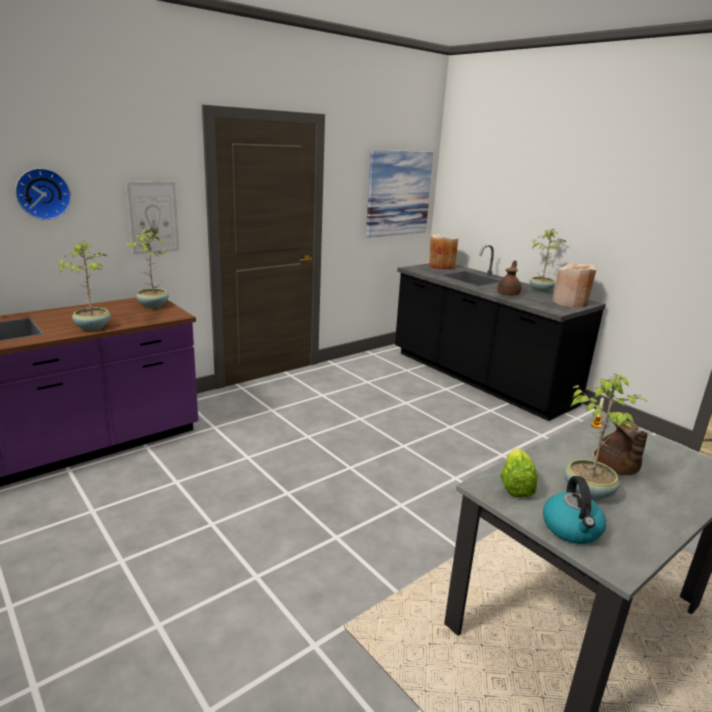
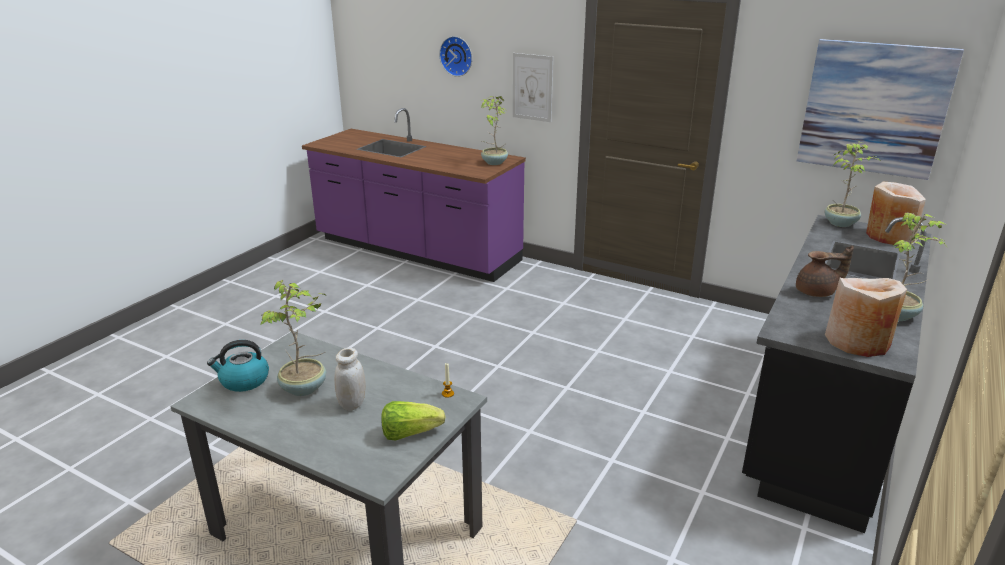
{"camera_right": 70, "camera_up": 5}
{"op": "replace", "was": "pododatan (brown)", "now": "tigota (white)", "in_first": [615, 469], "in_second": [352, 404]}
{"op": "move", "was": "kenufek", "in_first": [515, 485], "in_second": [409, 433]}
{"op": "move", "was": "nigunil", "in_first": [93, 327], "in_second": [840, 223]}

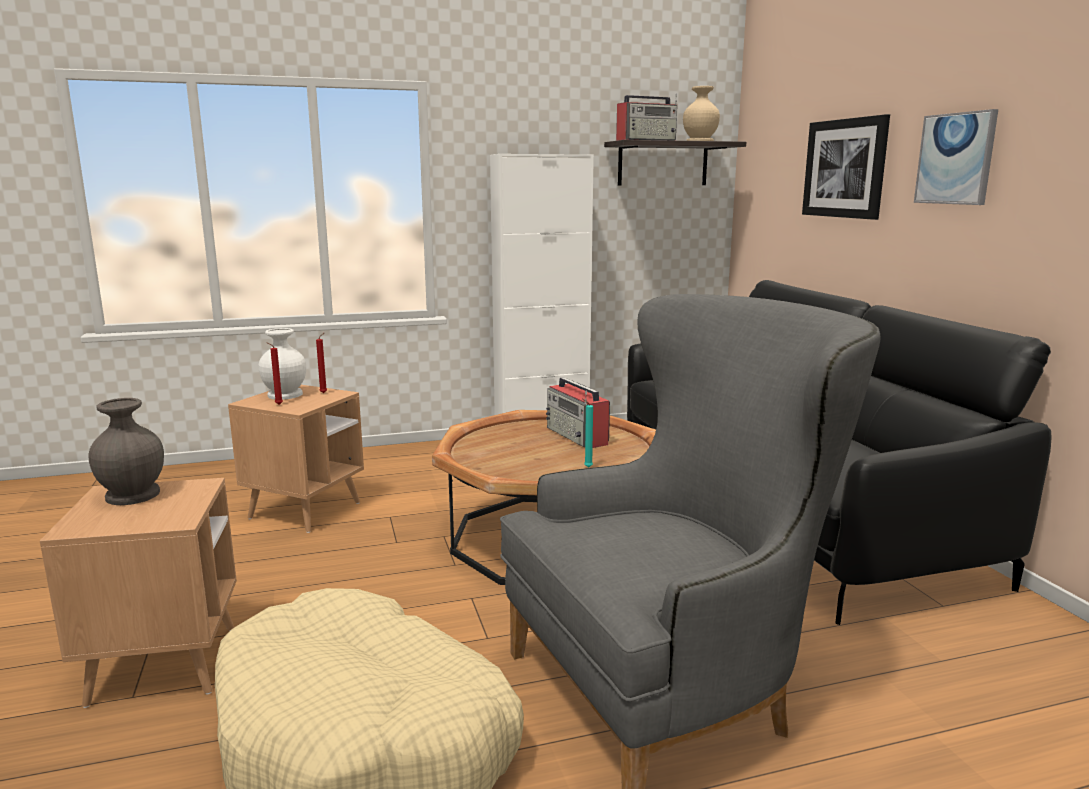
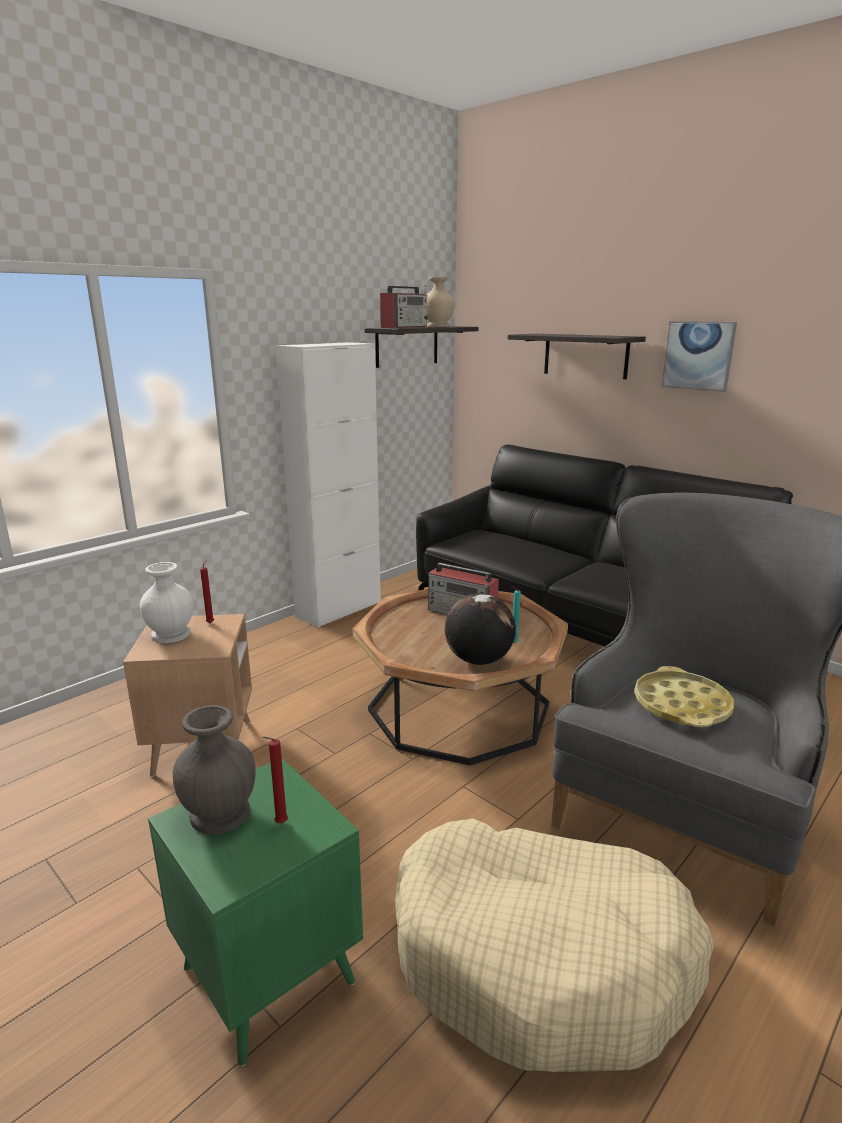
{"camera_right": -30, "camera_up": 5}
{"op": "recolor", "was": "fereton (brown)", "now": "fereton (green)", "in_first": [164, 664], "in_second": [268, 975]}
{"op": "move", "was": "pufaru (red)", "in_first": [277, 404], "in_second": [279, 824]}
{"op": "insert", "now": "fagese", "in_second": [478, 660]}
{"op": "replace", "was": "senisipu", "now": "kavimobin", "in_first": [845, 168], "in_second": [585, 355]}
{"op": "insert", "now": "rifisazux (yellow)", "in_second": [681, 705]}

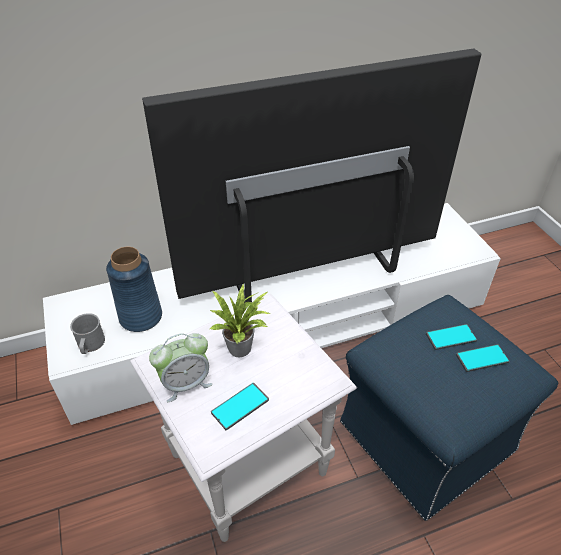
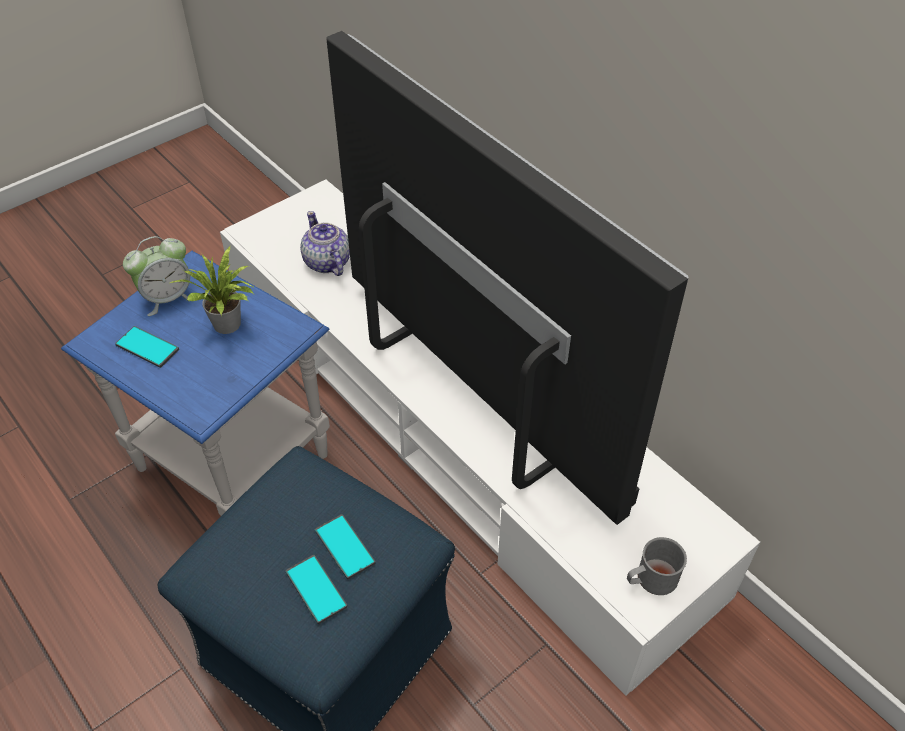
{"camera_right": 70, "camera_up": 5}
{"op": "recolor", "was": "fereton (white)", "now": "fereton (blue)", "in_first": [249, 462], "in_second": [234, 462]}
{"op": "rotate", "was": "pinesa", "in_first": [185, 383], "in_second": [168, 298], "clockwise": -75}
{"op": "replace", "was": "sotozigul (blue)", "now": "pododatan", "in_first": [141, 317], "in_second": [327, 262]}
{"op": "move", "was": "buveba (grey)", "in_first": [90, 345], "in_second": [651, 579]}

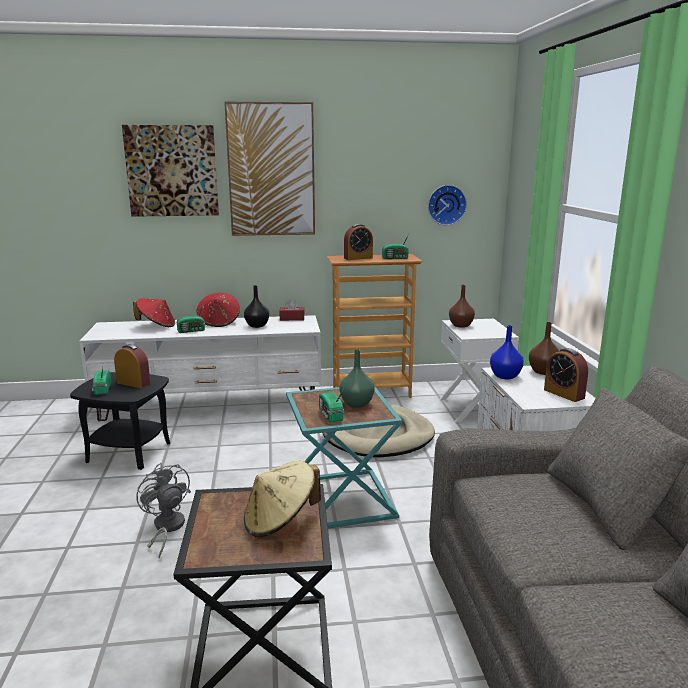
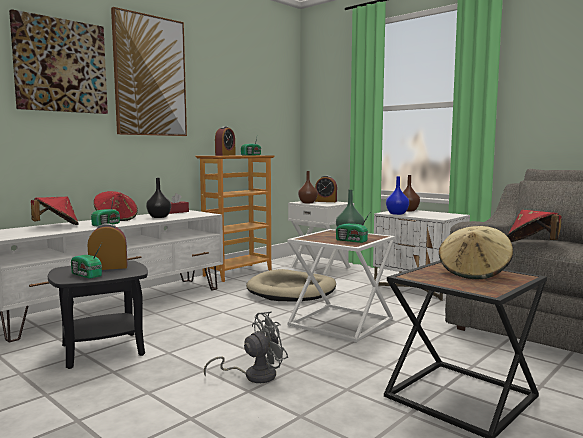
{"camera_right": -40, "camera_up": -10}
{"op": "rotate", "was": "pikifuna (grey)", "in_first": [166, 528], "in_second": [254, 376], "clockwise": 135}
{"op": "recolor", "was": "fereton (turquoise)", "now": "fereton (white)", "in_first": [343, 500], "in_second": [343, 322]}
{"op": "move", "was": "pinesa", "in_first": [564, 394], "in_second": [326, 201]}
{"op": "insert", "now": "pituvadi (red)", "in_second": [531, 245]}
{"op": "delete", "was": "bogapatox", "in_first": [446, 205]}

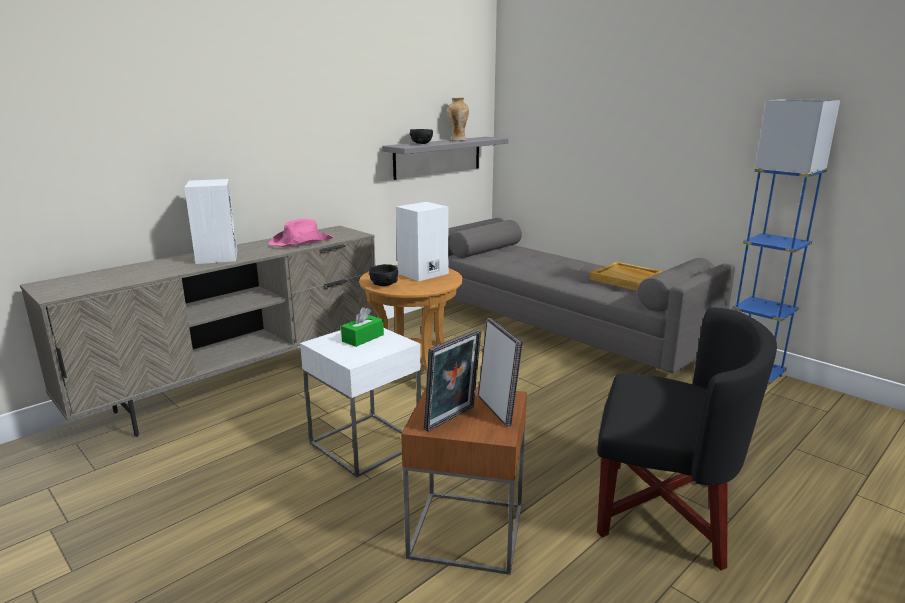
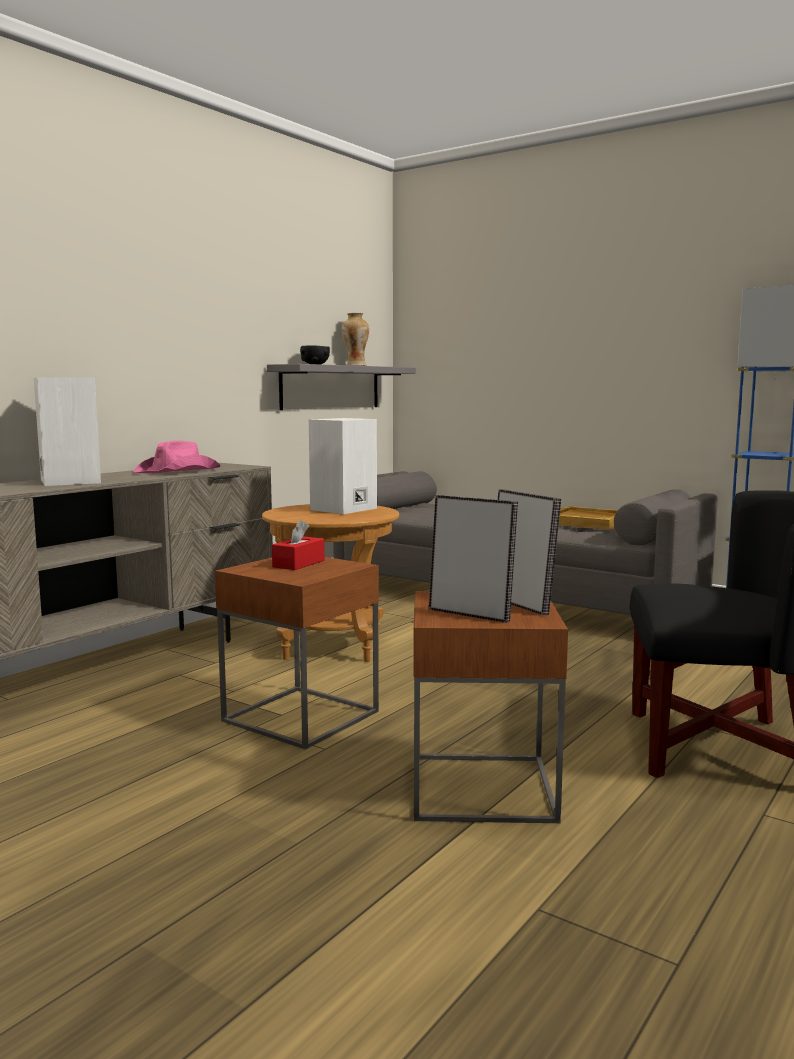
{"camera_right": -10, "camera_up": -10}
{"op": "recolor", "was": "fereton (white)", "now": "fereton (brown)", "in_first": [365, 443], "in_second": [301, 716]}
{"op": "recolor", "was": "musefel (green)", "now": "musefel (red)", "in_first": [363, 338], "in_second": [298, 564]}
{"op": "rotate", "was": "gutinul", "in_first": [452, 419], "in_second": [471, 614], "clockwise": -90}
{"op": "delete", "was": "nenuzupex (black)", "in_first": [384, 285]}

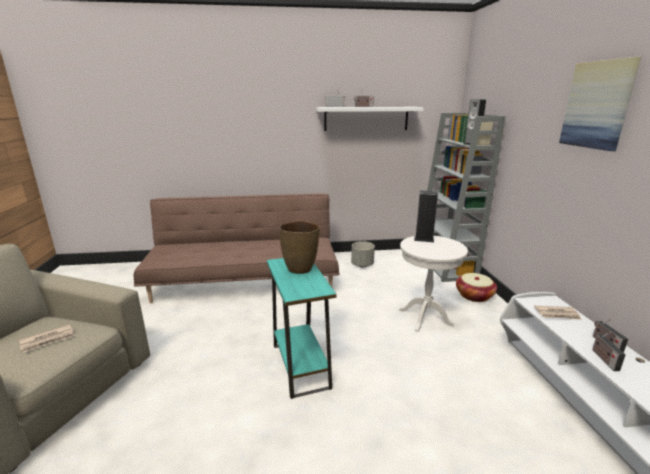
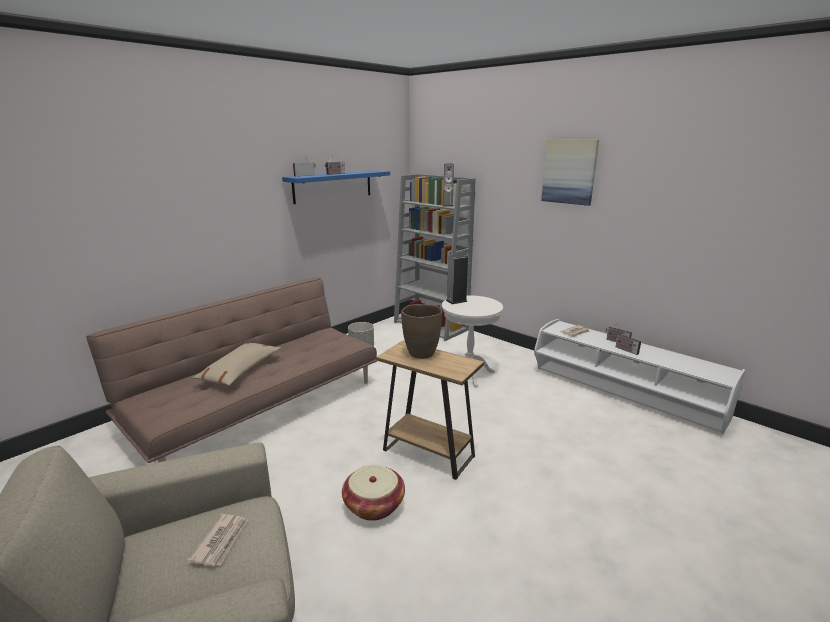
{"camera_right": -40, "camera_up": 0}
{"op": "insert", "now": "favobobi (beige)", "in_second": [240, 371]}
{"op": "recolor", "was": "kavimobin (white)", "now": "kavimobin (blue)", "in_first": [366, 118], "in_second": [333, 186]}
{"op": "move", "was": "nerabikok", "in_first": [474, 296], "in_second": [374, 505]}
{"op": "recolor", "was": "fereton (turquoise)", "now": "fereton (brown)", "in_first": [300, 366], "in_second": [428, 453]}

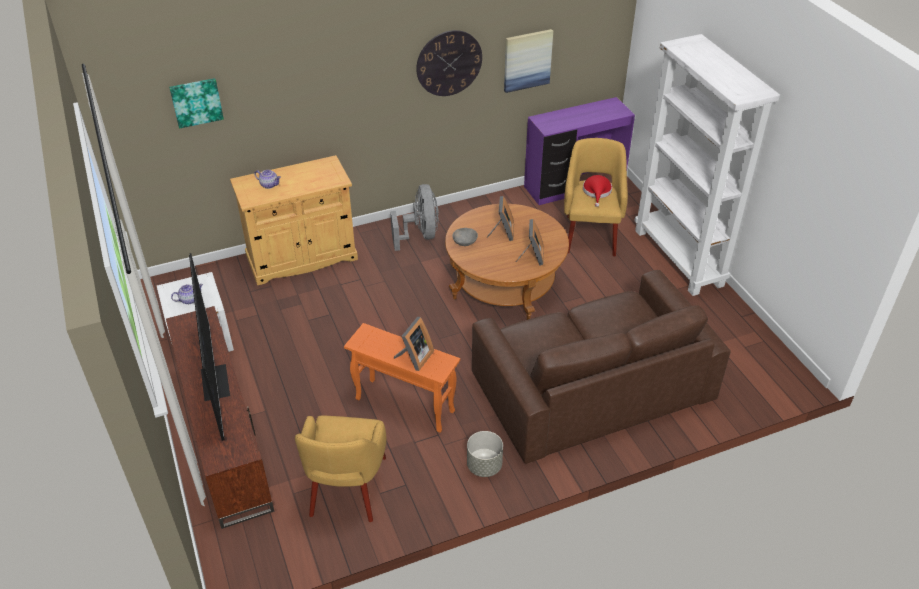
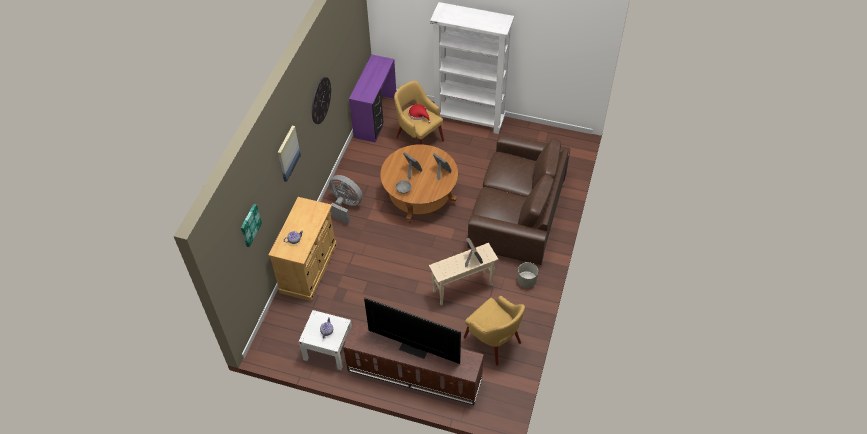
{"camera_right": -50, "camera_up": 10}
{"op": "move", "was": "senisipu", "in_first": [527, 60], "in_second": [288, 153]}
{"op": "recolor", "was": "fereton (orange)", "now": "fereton (beige)", "in_first": [404, 405], "in_second": [463, 288]}

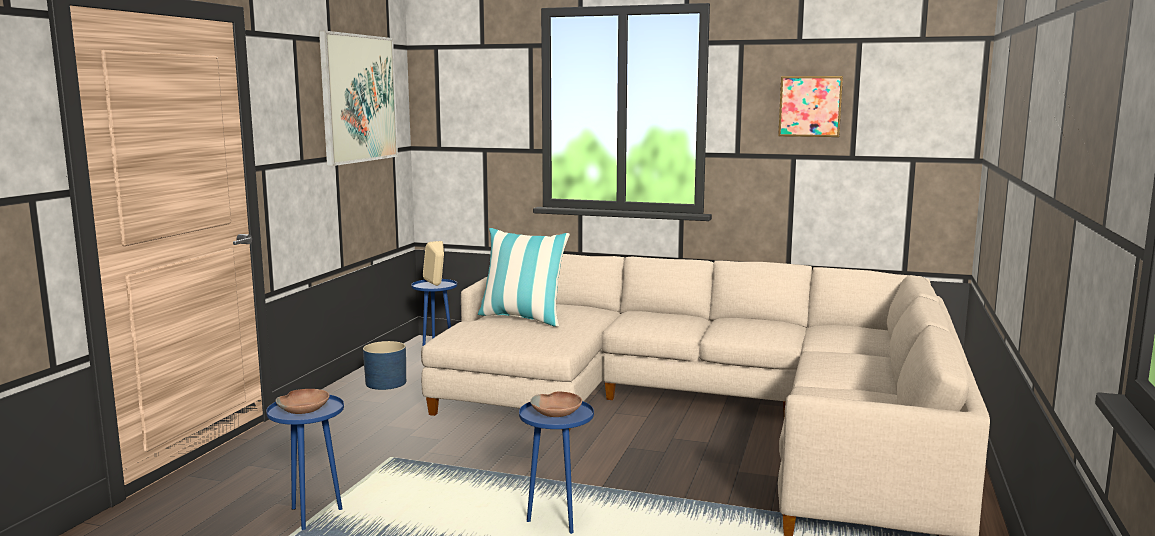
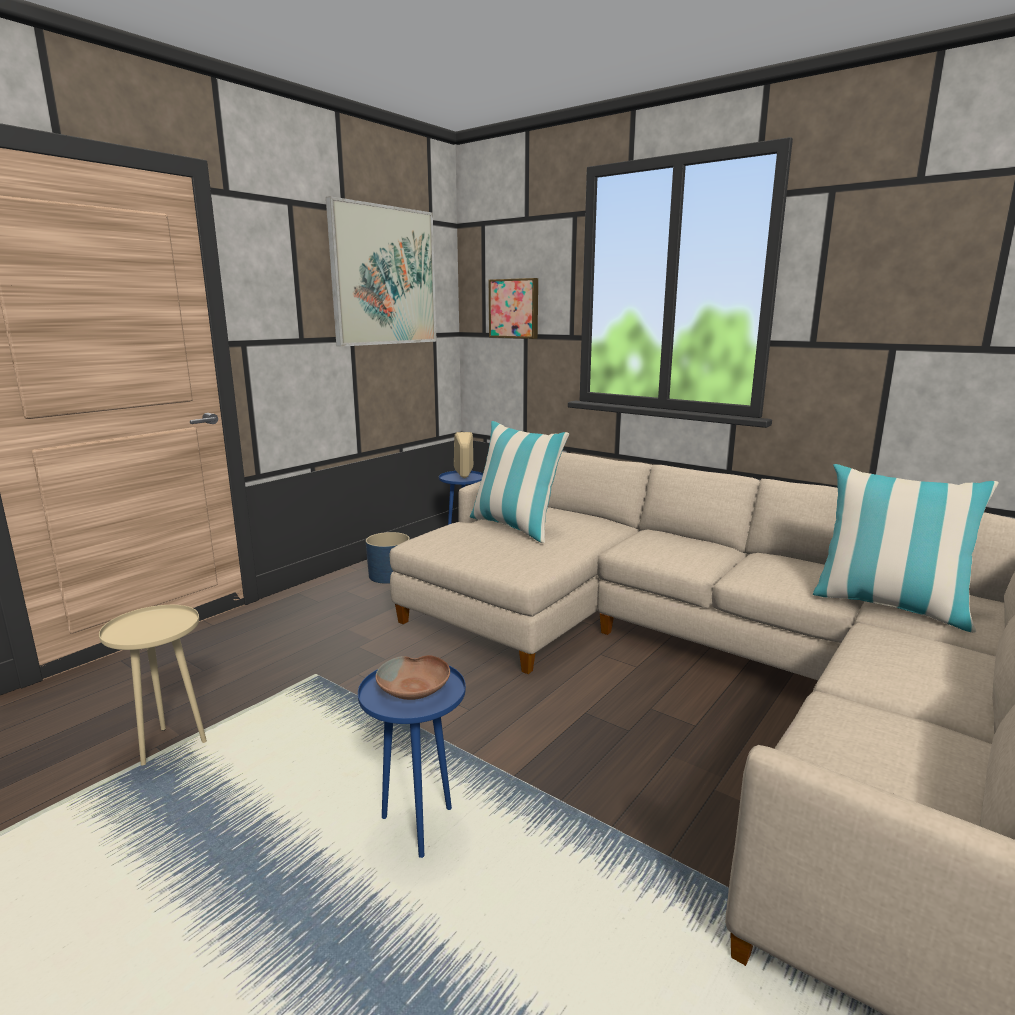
{"camera_right": 20, "camera_up": 5}
{"op": "recolor", "was": "fereton (blue)", "now": "fereton (beige)", "in_first": [312, 515], "in_second": [170, 745]}
{"op": "move", "was": "senisipu", "in_first": [810, 106], "in_second": [515, 308]}
{"op": "insert", "now": "favobobi", "in_second": [889, 606]}
{"op": "delete", "was": "nenuzupex (brown)", "in_first": [304, 408]}

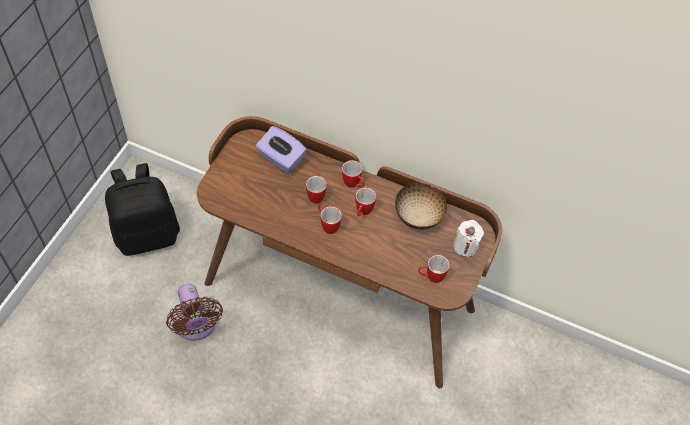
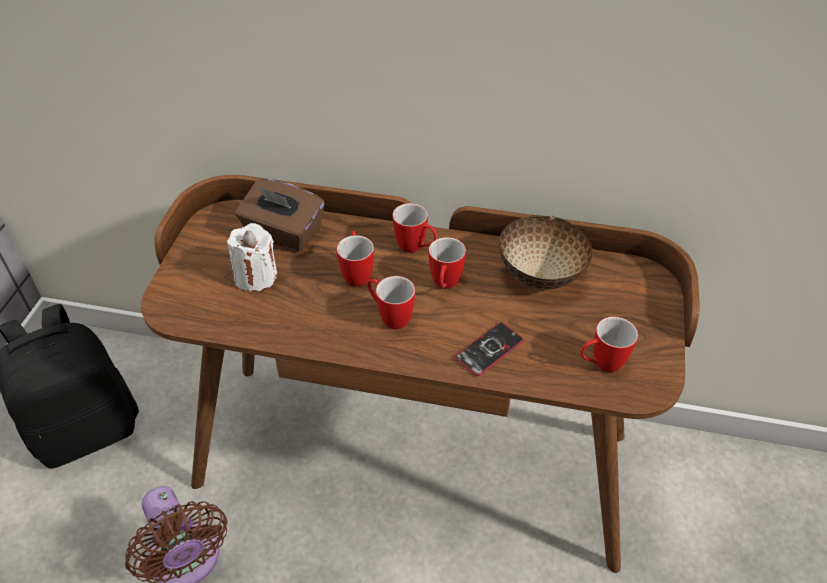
{"camera_right": -10, "camera_up": -10}
{"op": "move", "was": "pufaru (white)", "in_first": [466, 246], "in_second": [256, 277]}
{"op": "recolor", "was": "musefel (purple)", "now": "musefel (brown)", "in_first": [281, 159], "in_second": [283, 233]}
{"op": "insert", "now": "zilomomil", "in_second": [489, 350]}

